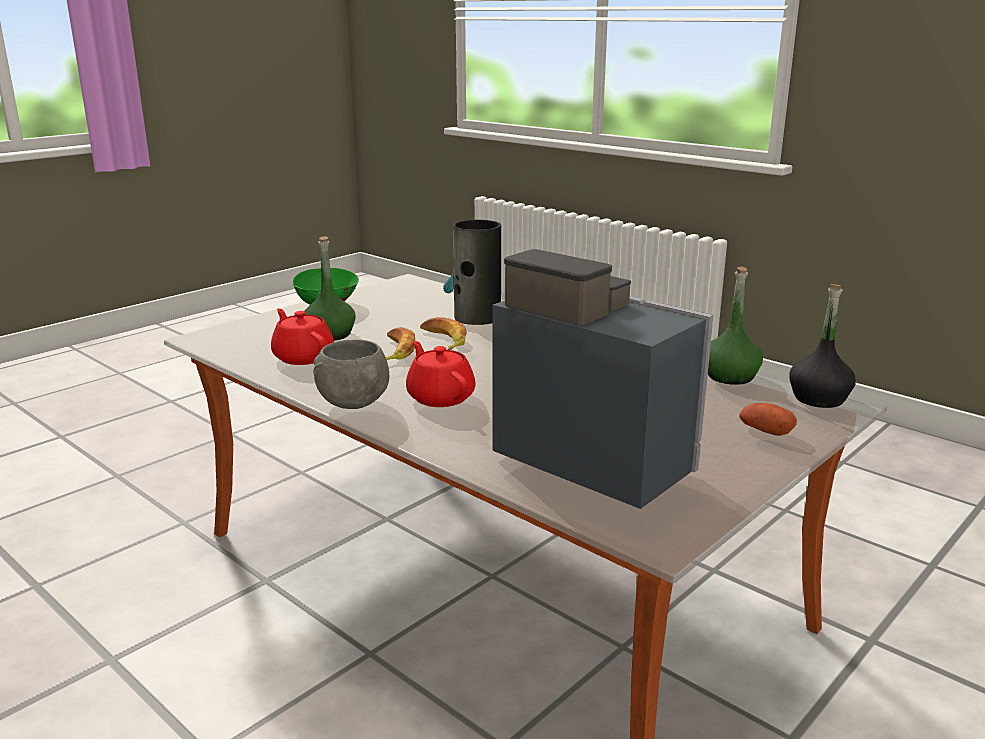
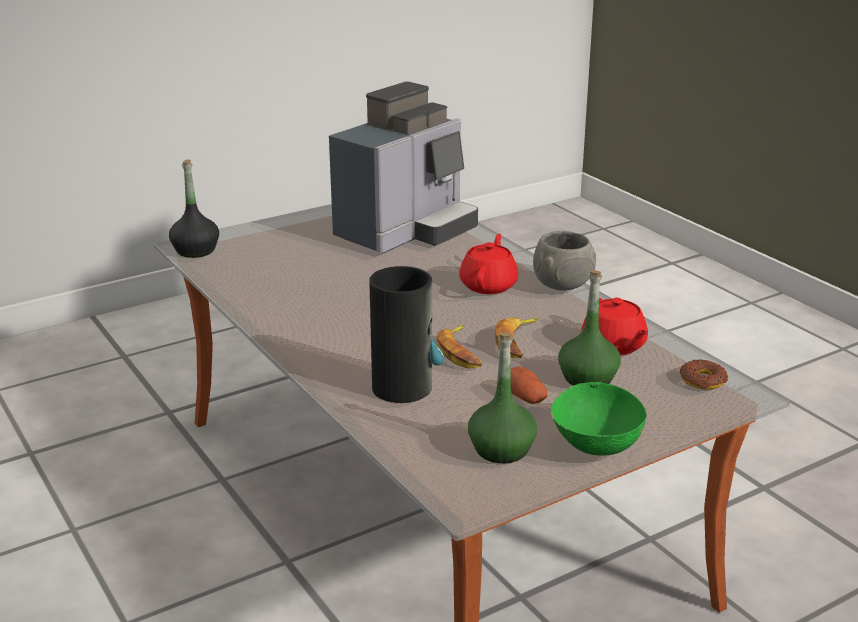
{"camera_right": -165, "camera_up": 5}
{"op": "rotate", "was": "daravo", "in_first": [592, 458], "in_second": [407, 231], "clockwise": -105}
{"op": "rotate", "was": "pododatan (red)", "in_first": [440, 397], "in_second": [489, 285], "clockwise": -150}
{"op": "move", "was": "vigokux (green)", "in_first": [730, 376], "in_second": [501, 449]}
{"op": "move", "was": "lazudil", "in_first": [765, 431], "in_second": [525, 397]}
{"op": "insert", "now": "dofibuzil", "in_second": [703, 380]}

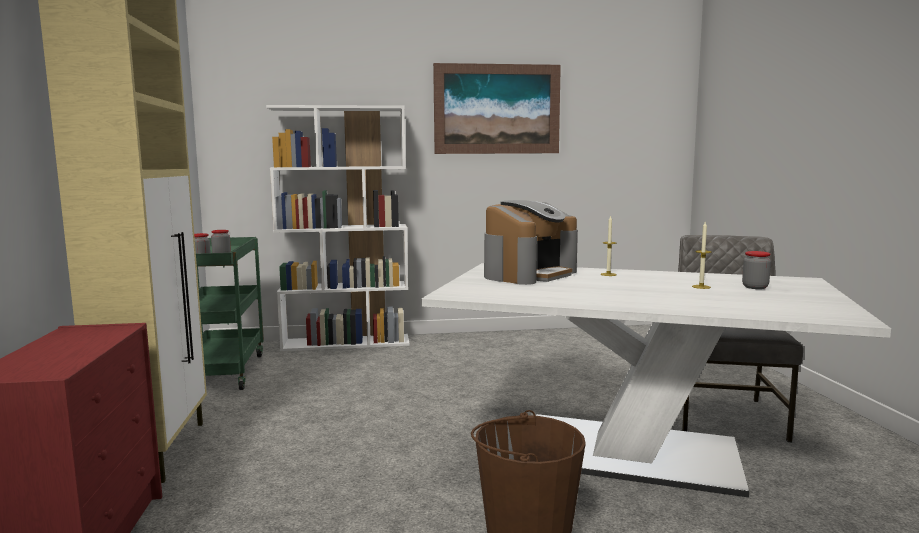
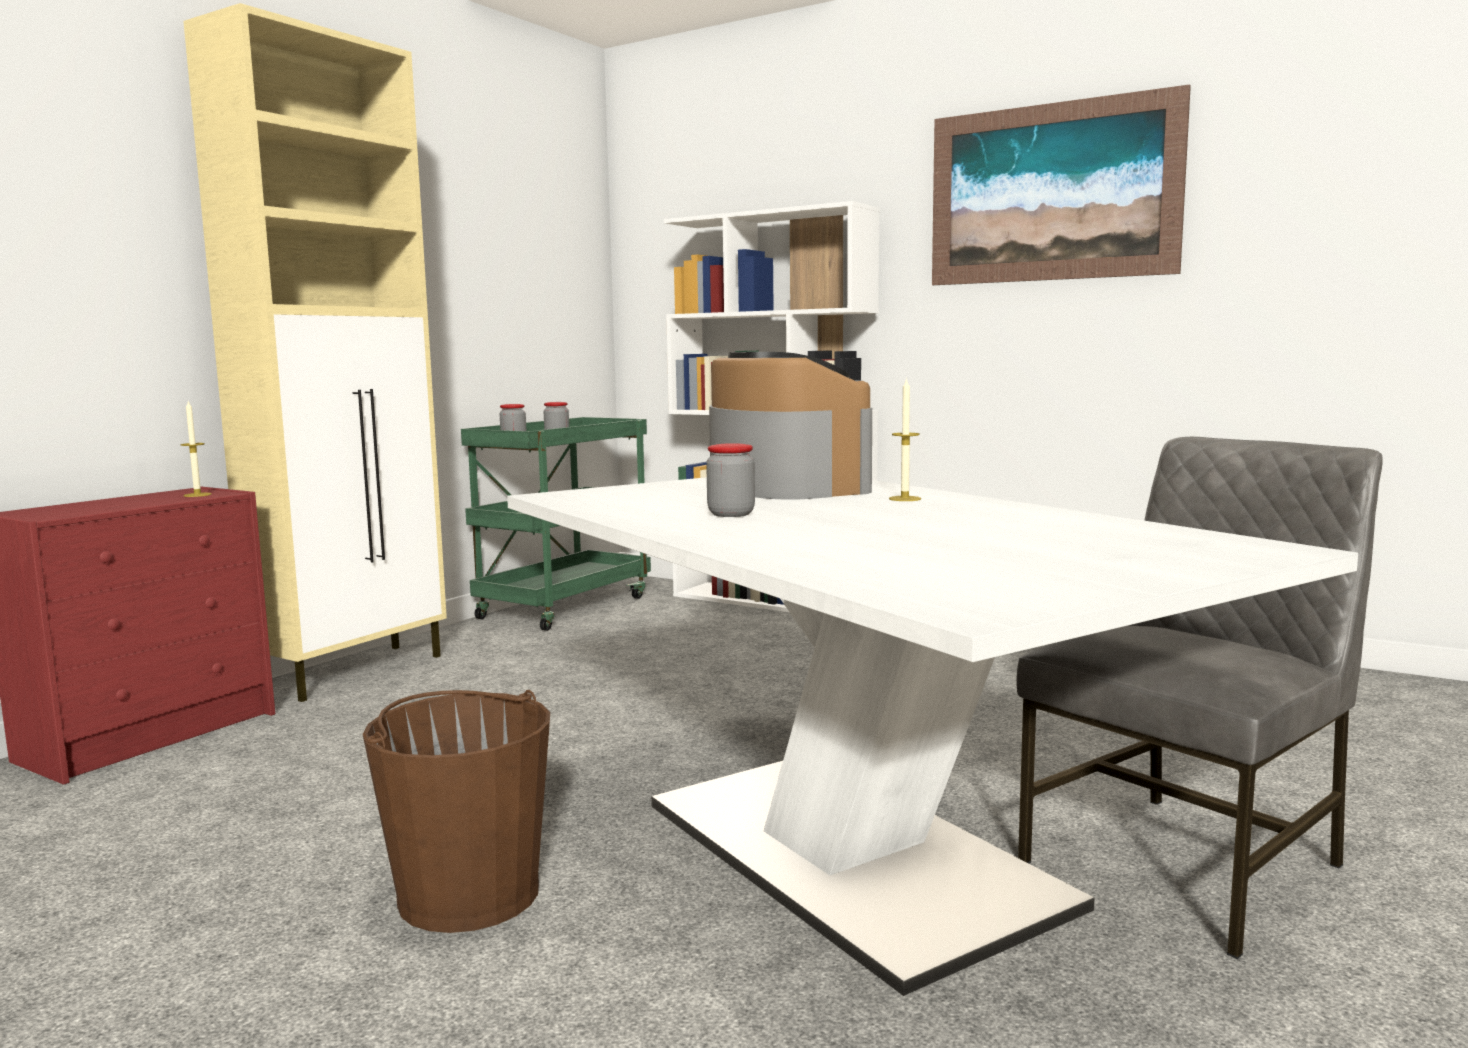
{"camera_right": 40, "camera_up": 0}
{"op": "move", "was": "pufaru", "in_first": [701, 287], "in_second": [197, 495]}
{"op": "move", "was": "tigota", "in_first": [755, 287], "in_second": [731, 514]}
{"op": "rotate", "was": "daravo", "in_first": [529, 274], "in_second": [783, 486], "clockwise": -105}

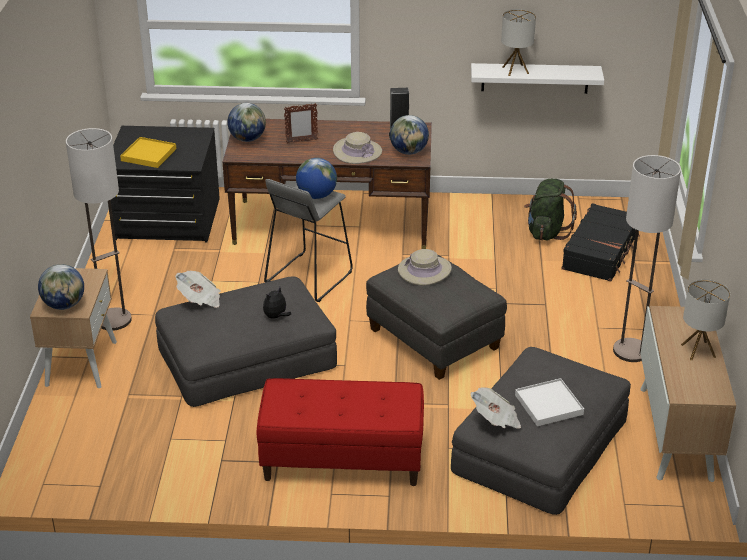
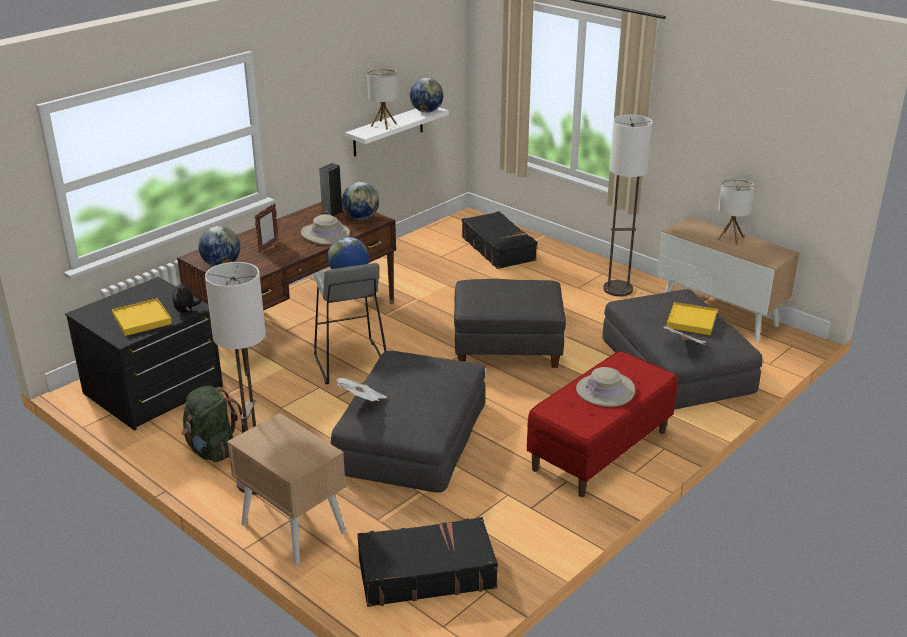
{"camera_right": -50, "camera_up": -5}
{"op": "move", "was": "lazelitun", "in_first": [276, 317], "in_second": [186, 311]}
{"op": "move", "was": "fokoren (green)", "in_first": [546, 232], "in_second": [213, 450]}
{"op": "insert", "now": "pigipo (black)", "in_second": [426, 573]}
{"op": "move", "was": "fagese", "in_first": [64, 305], "in_second": [427, 111]}
{"op": "move", "was": "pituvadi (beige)", "in_first": [424, 270], "in_second": [605, 390]}
{"op": "recolor", "was": "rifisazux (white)", "now": "rifisazux (yellow)", "in_first": [548, 405], "in_second": [691, 321]}

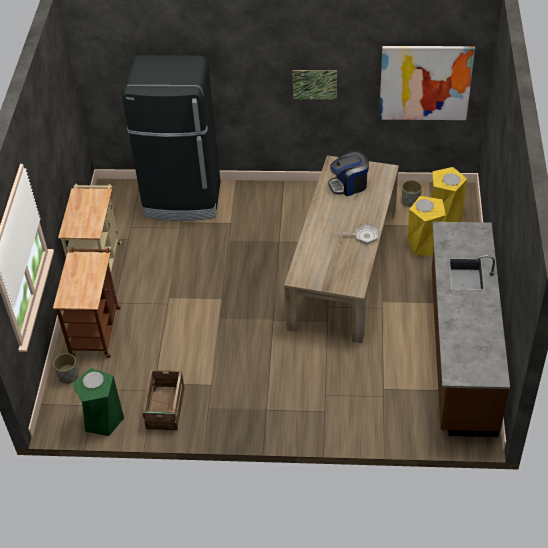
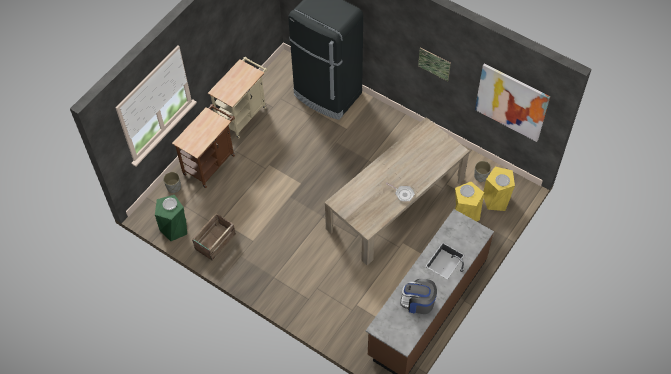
{"camera_right": 30, "camera_up": 10}
{"op": "move", "was": "daravo", "in_first": [349, 185], "in_second": [418, 302]}

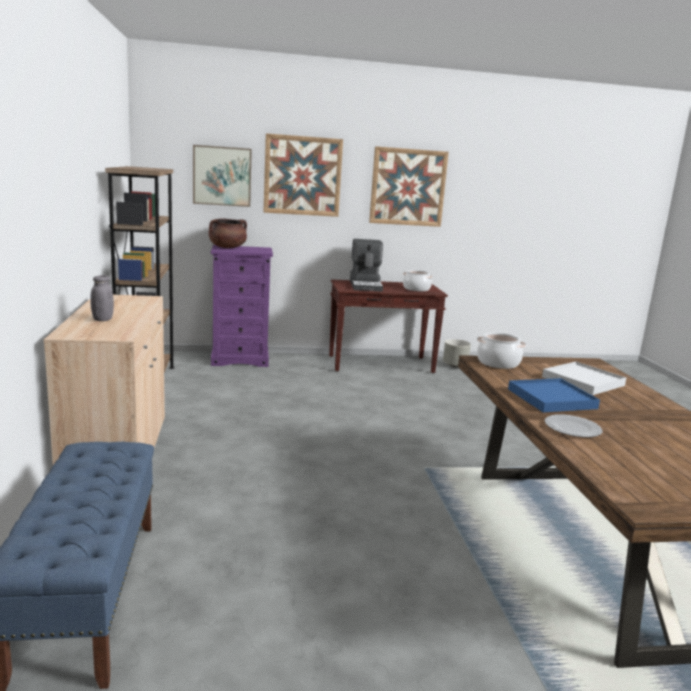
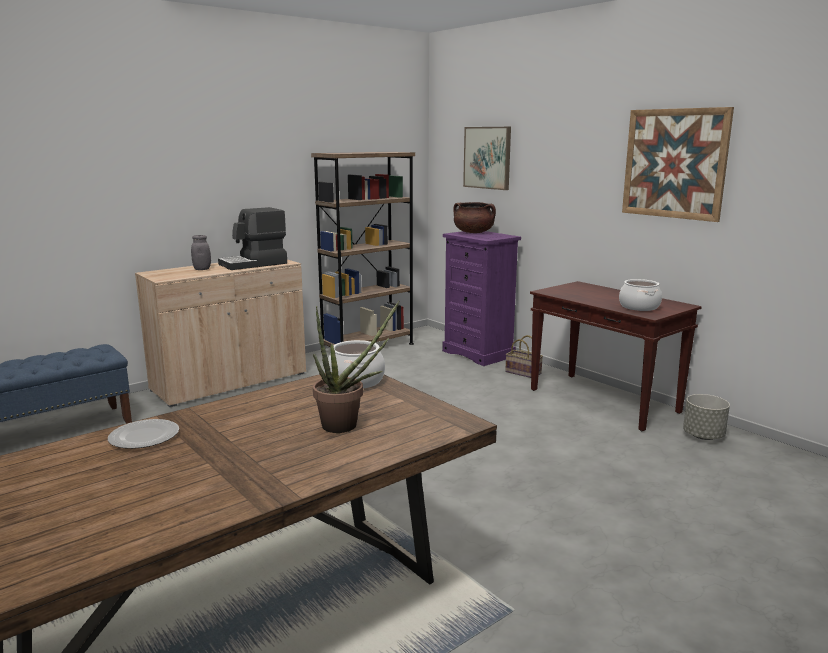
{"camera_right": 60, "camera_up": 0}
{"op": "move", "was": "daravo", "in_first": [366, 286], "in_second": [254, 264]}
{"op": "replace", "was": "rifisazux (white)", "now": "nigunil", "in_first": [583, 381], "in_second": [347, 425]}
{"op": "insert", "now": "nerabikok", "in_second": [524, 373]}
{"op": "delete", "was": "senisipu", "in_first": [302, 176]}
{"op": "delete", "was": "rifisazux (blue)", "in_first": [551, 399]}

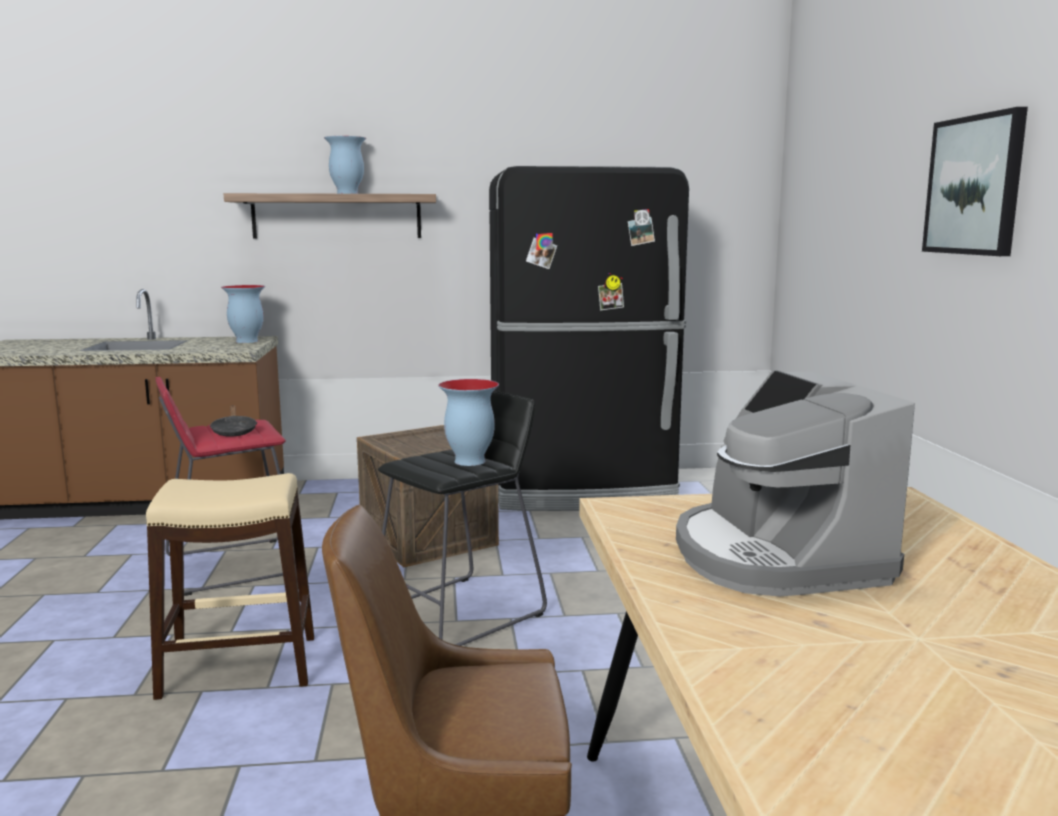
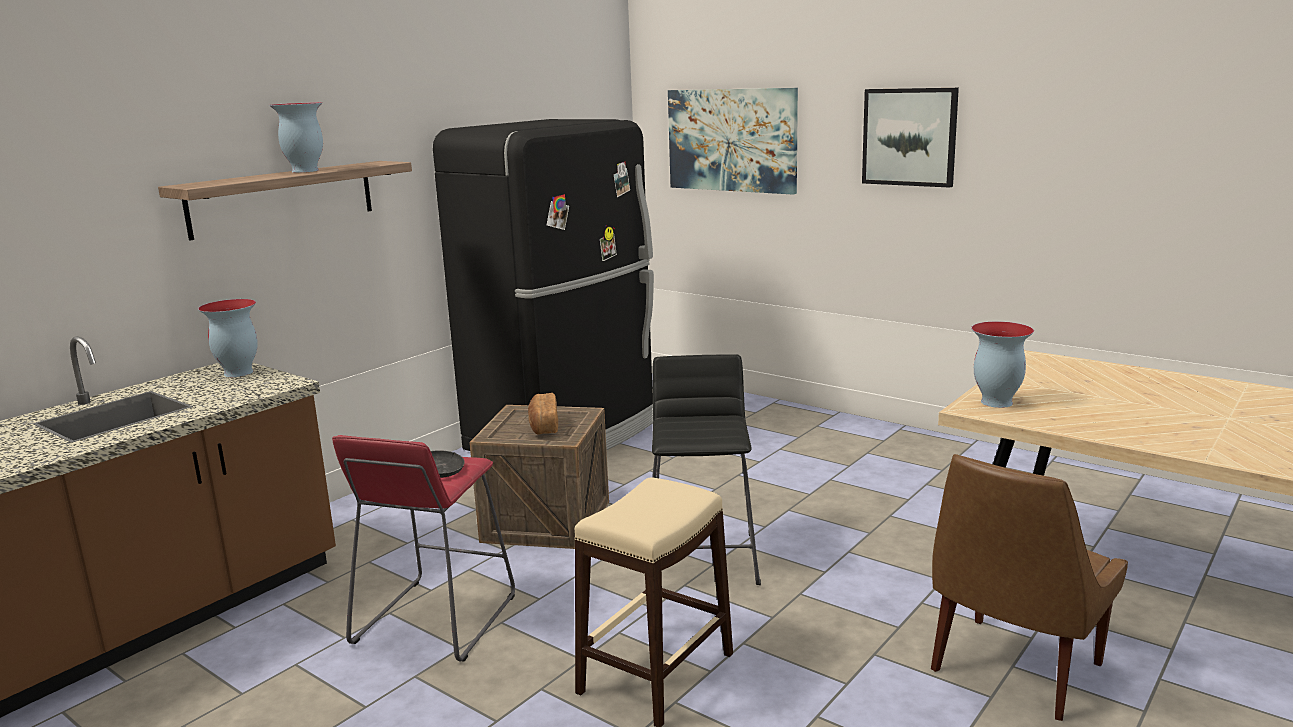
{"camera_right": -45, "camera_up": 5}
{"op": "insert", "now": "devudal", "in_second": [543, 425]}
{"op": "insert", "now": "senisipu", "in_second": [732, 140]}
{"op": "move", "was": "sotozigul", "in_first": [468, 461], "in_second": [996, 402]}
{"op": "delete", "was": "daravo", "in_first": [776, 557]}

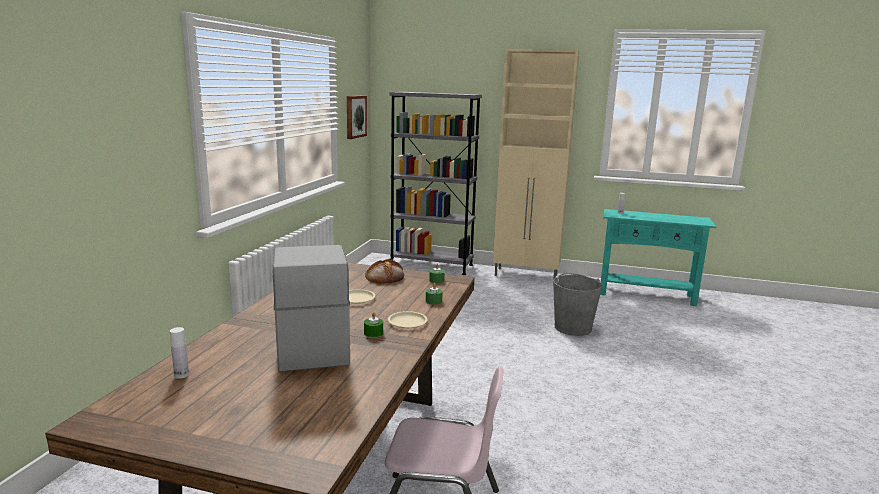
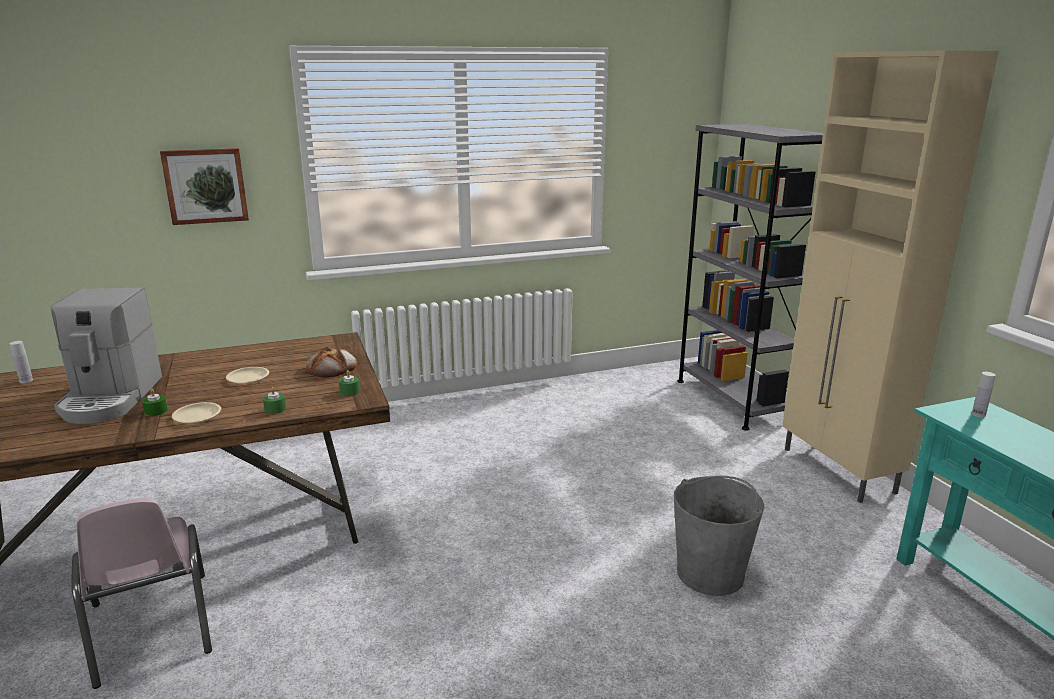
{"camera_right": 55, "camera_up": 5}
{"op": "rotate", "was": "daravo", "in_first": [311, 345], "in_second": [111, 398], "clockwise": 135}
{"op": "move", "was": "senisipu", "in_first": [355, 116], "in_second": [206, 186]}

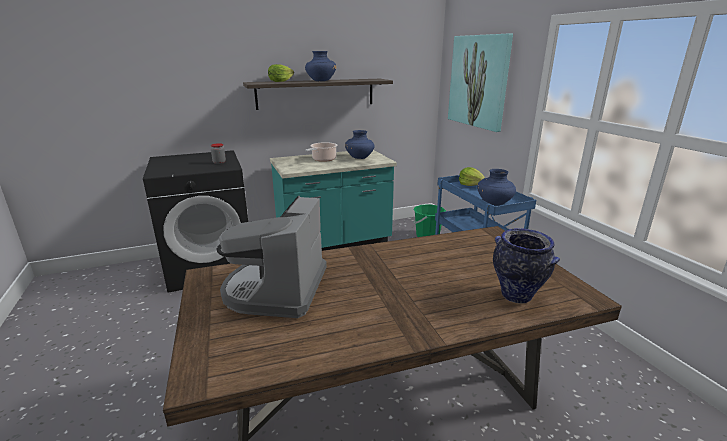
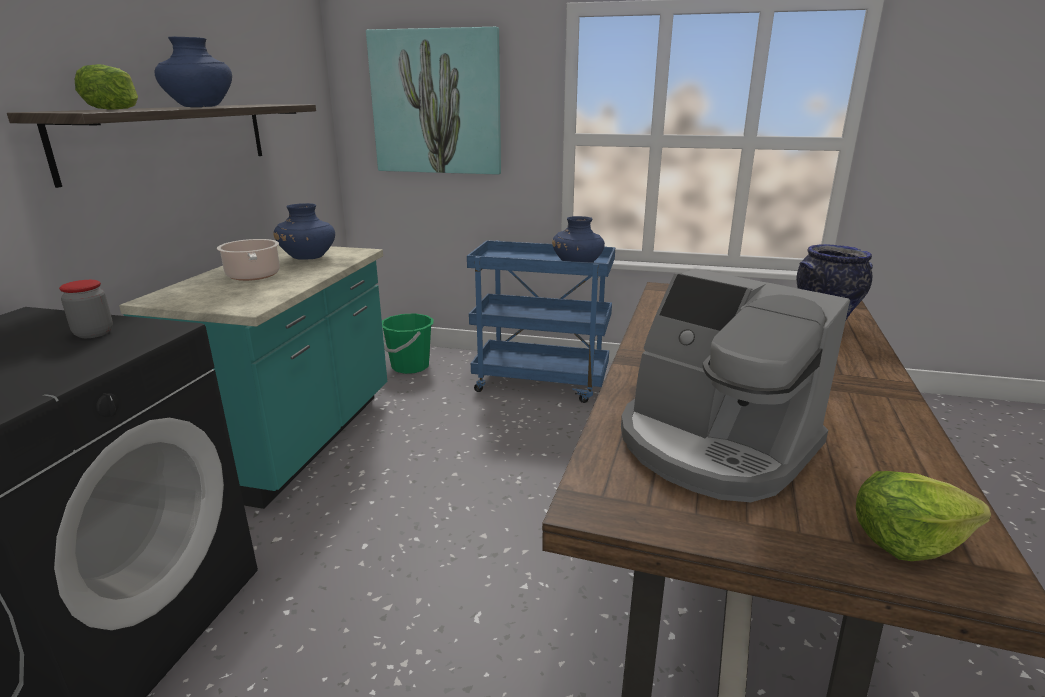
{"camera_right": -55, "camera_up": 0}
{"op": "move", "was": "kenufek", "in_first": [471, 185], "in_second": [907, 539]}

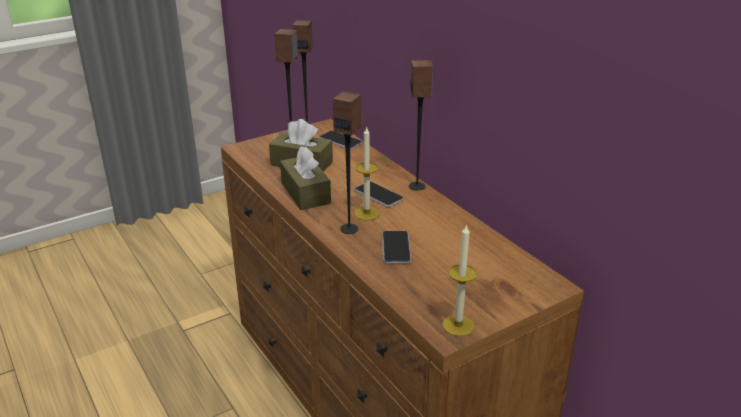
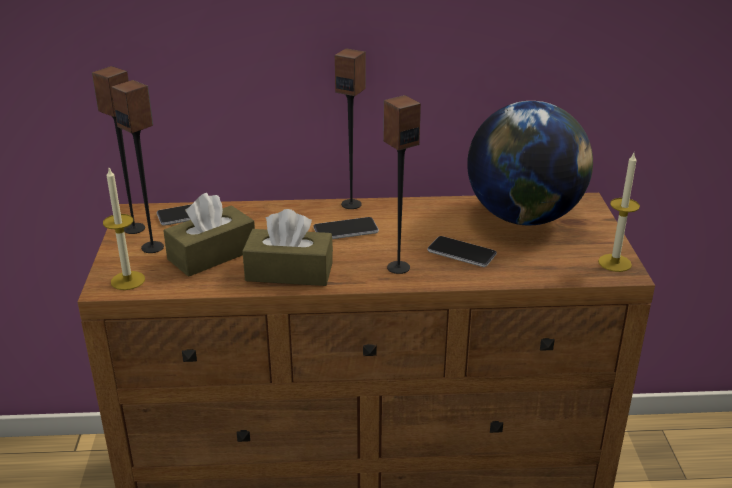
{"camera_right": -60, "camera_up": 0}
{"op": "move", "was": "pufaru", "in_first": [366, 213], "in_second": [128, 280]}
{"op": "insert", "now": "fagese", "in_second": [523, 217]}

